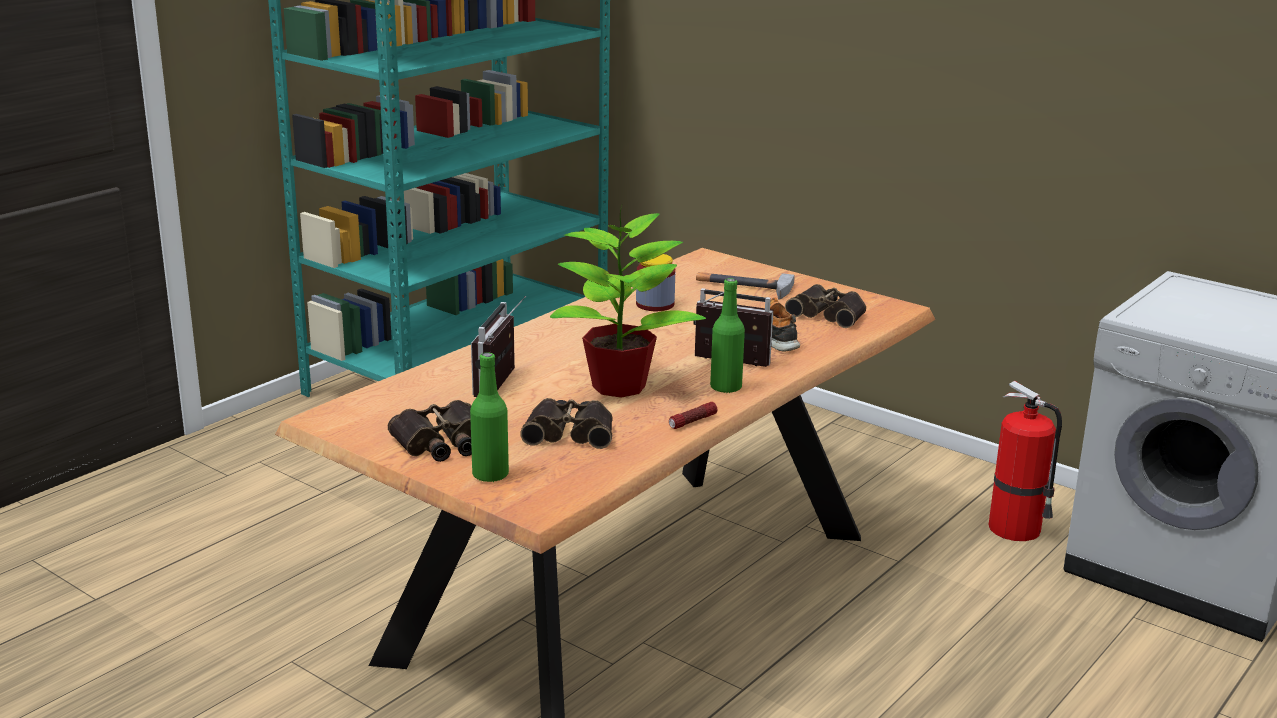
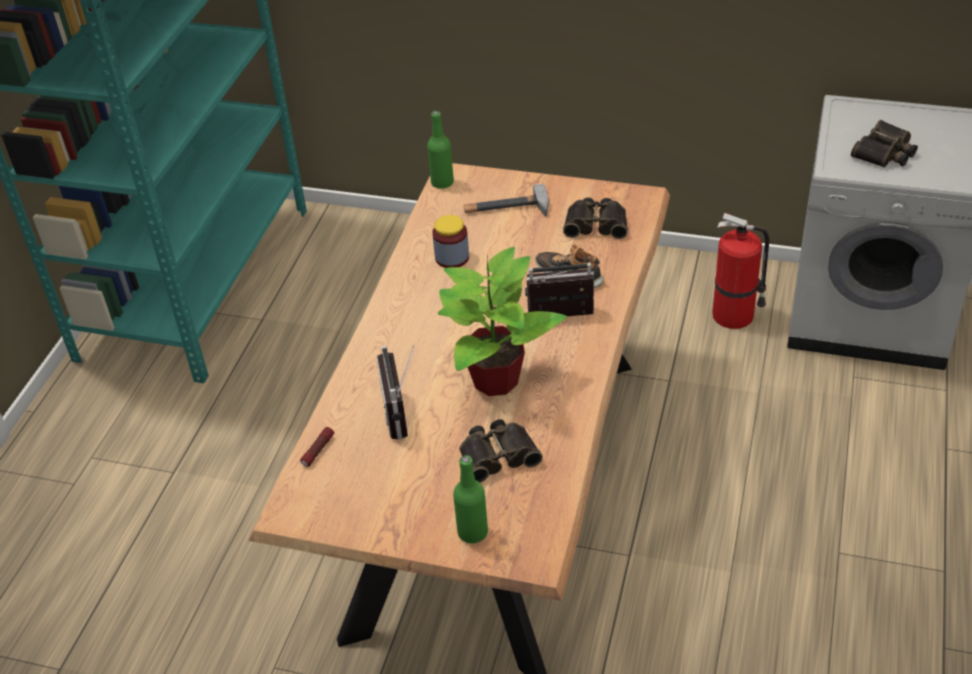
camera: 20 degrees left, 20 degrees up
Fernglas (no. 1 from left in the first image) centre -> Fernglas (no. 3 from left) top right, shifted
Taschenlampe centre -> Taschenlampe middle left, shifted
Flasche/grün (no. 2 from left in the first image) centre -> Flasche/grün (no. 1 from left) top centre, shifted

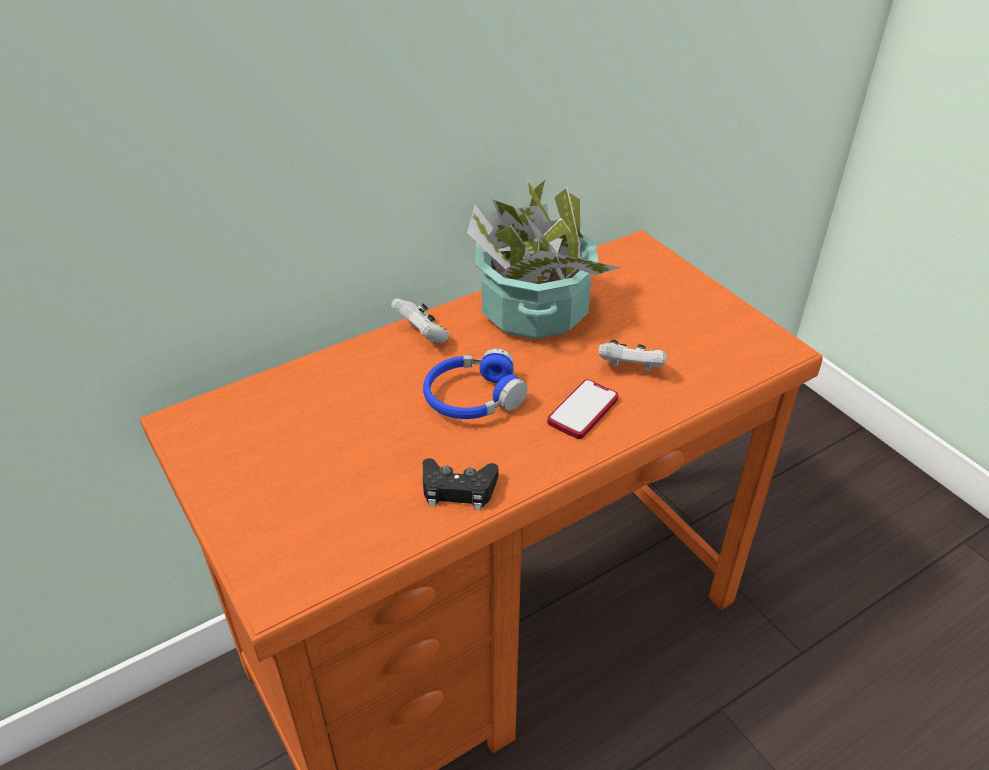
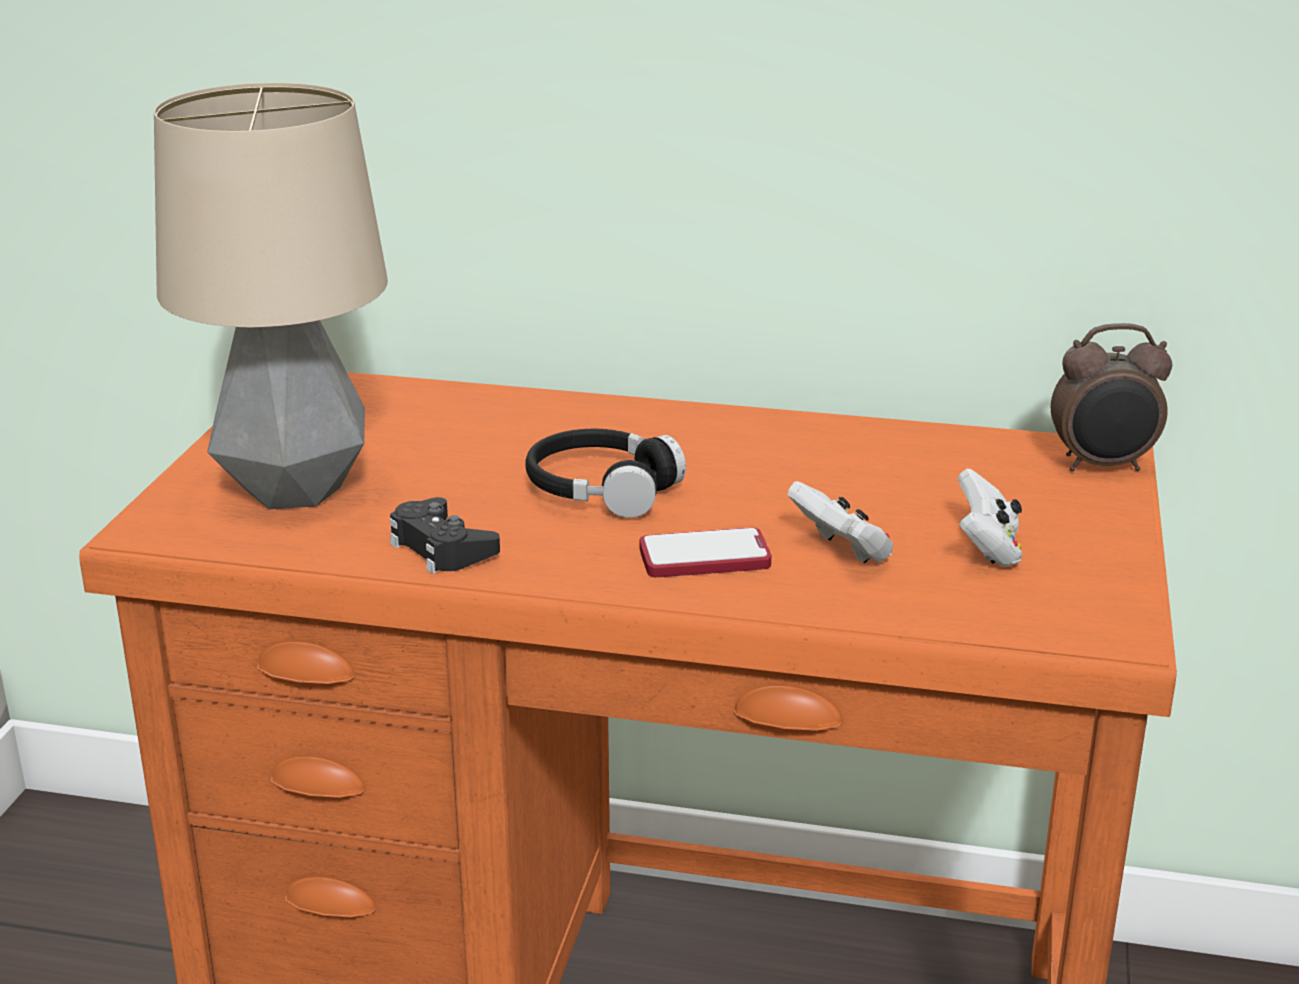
camera: 45 degrees right, 15 degrees down
Topfpflanze centre -> none
none -> Tischlampe top left
none -> Wecker middle right
Gamepad/weiß (no. 1 from left in the first image) centre -> Gamepad/weiß (no. 2 from left) middle right, shifted
Kopfhörer/blau centre -> Kopfhörer/schwarz centre

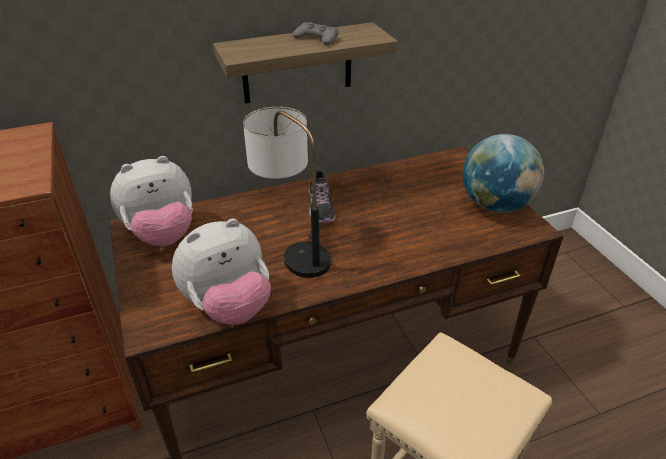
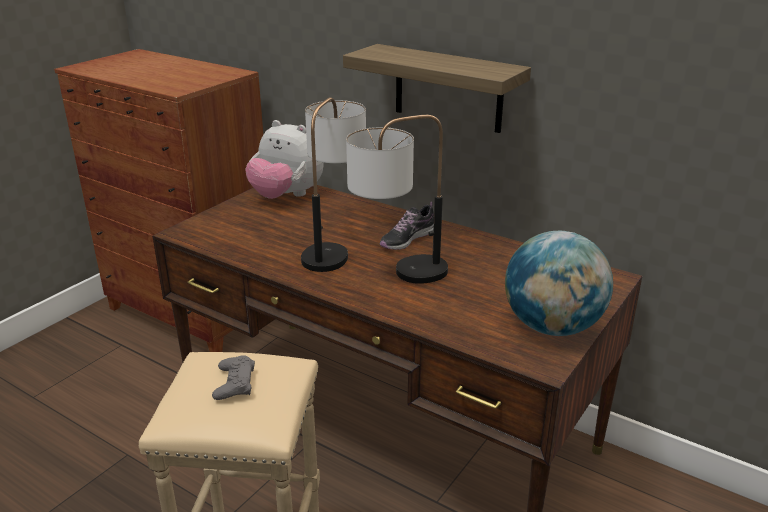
camera: 55 degrees right, 10 degrees down
Plüschtier (no. 2 from left) middle left -> none
none -> Tischlampe (no. 2 from left) centre
Gamepad/grau top centre -> Gamepad/grau bottom left, shifted

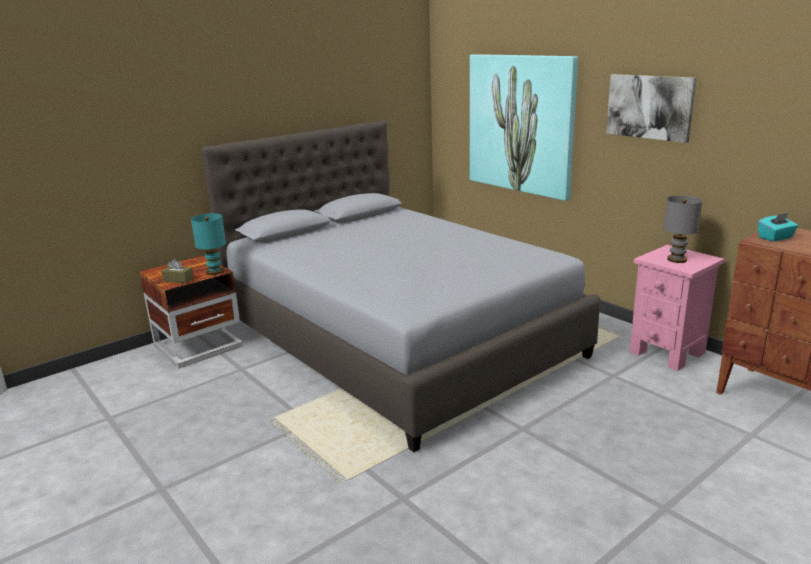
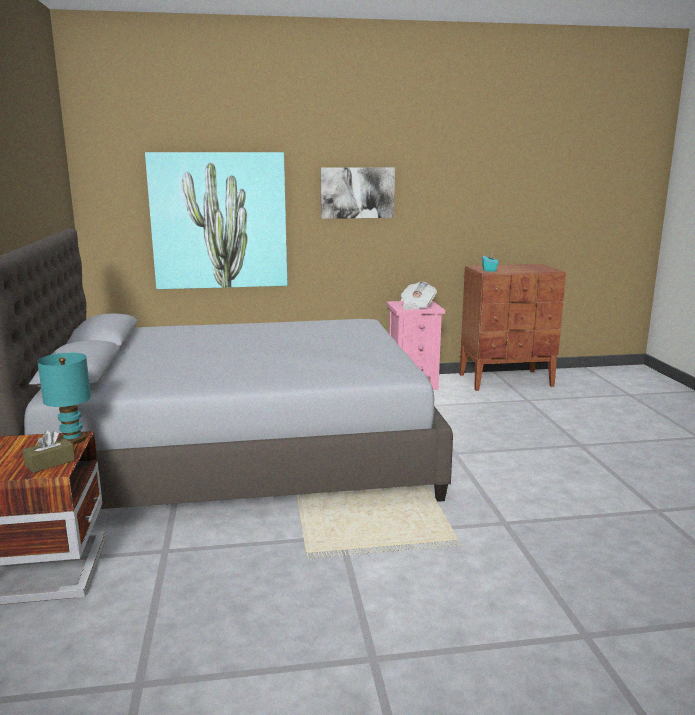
camera: 60 degrees left, 5 degrees down
Tischlampe/grau middle right -> Zeitung centre

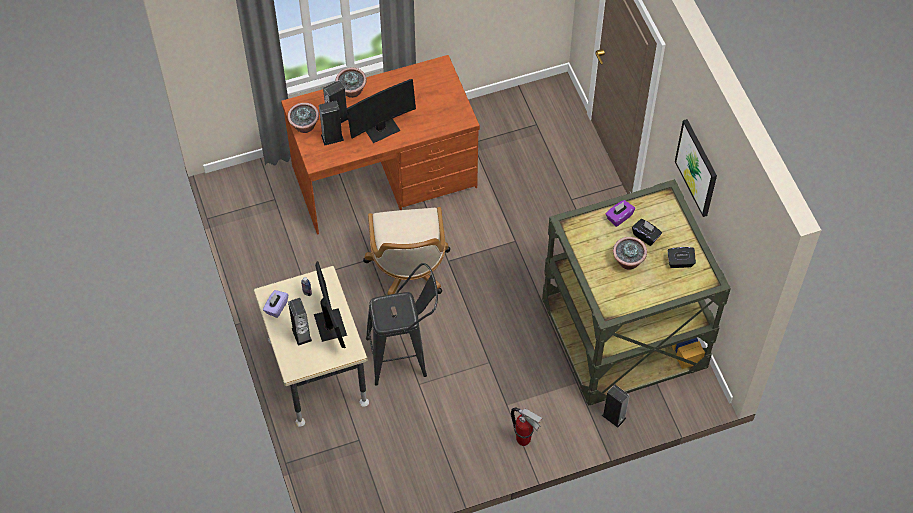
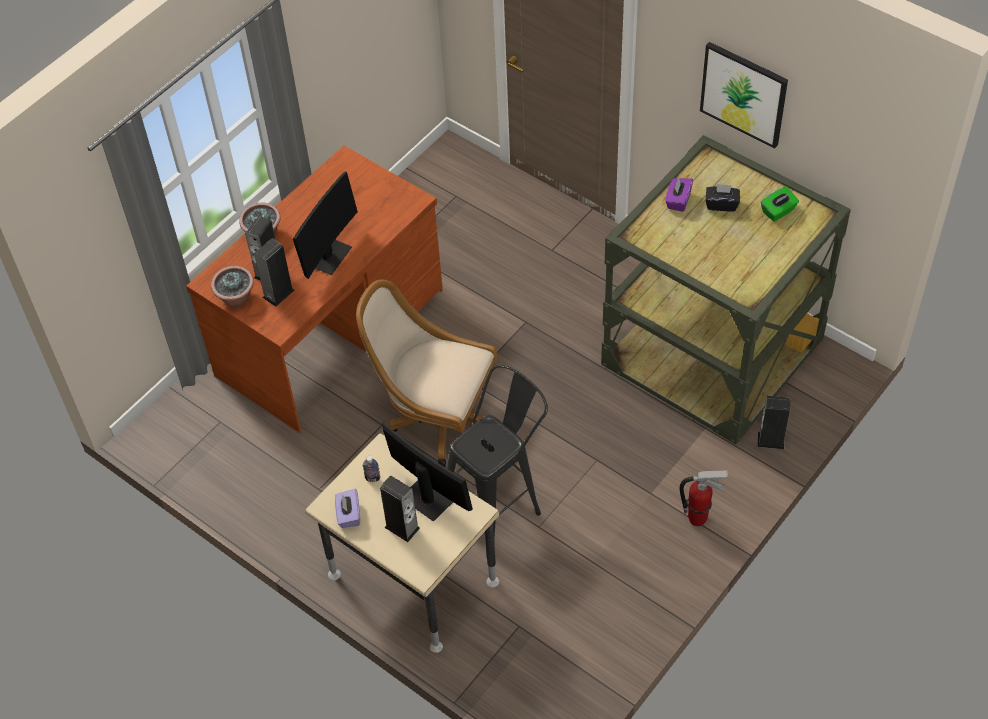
camera: 30 degrees left, 5 degrees down
Topfpflanze (no. 3 from left) middle right -> none
Taschentuchbox/schwarz (no. 2 from left) middle right -> Taschentuchbox/grün top right
Bürostuhl centre, 150 degrees clockwise

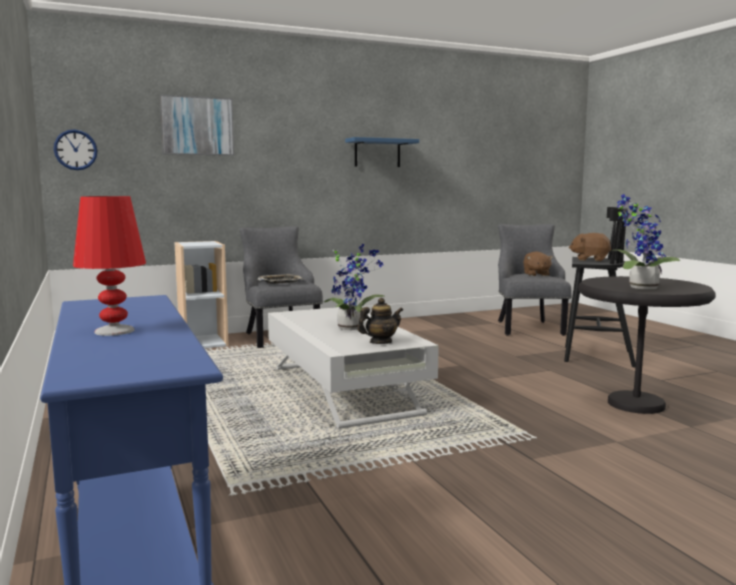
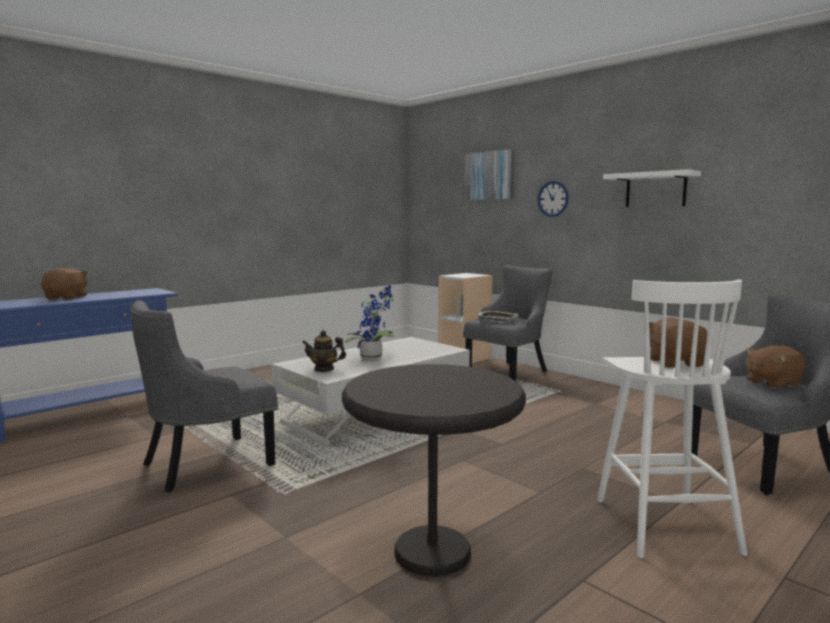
camera: 70 degrees right, 0 degrees up
Topfpflanze (no. 2 from left) middle right -> none
none -> Sessel/grau (no. 1 from left) middle left
Wanduhr top left -> Wanduhr top centre, shifted
Tischlampe/rot middle left -> Plüschtier/braun (no. 1 from left) middle left
Wandregal/blau top centre -> Wandregal/weiß top right
Hocker/schwarz middle right -> Hocker/weiß bottom right
Teekanne centre, 135 degrees clockwise

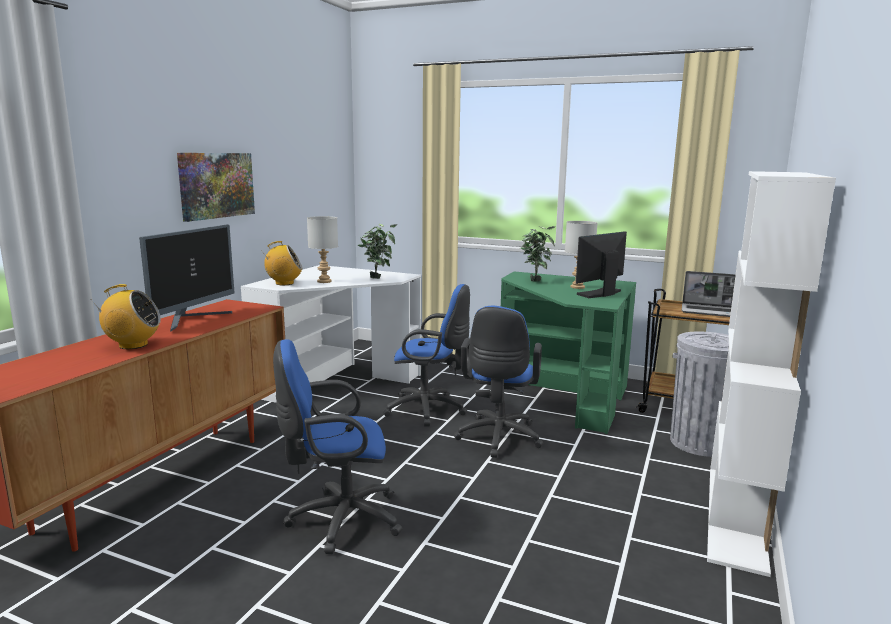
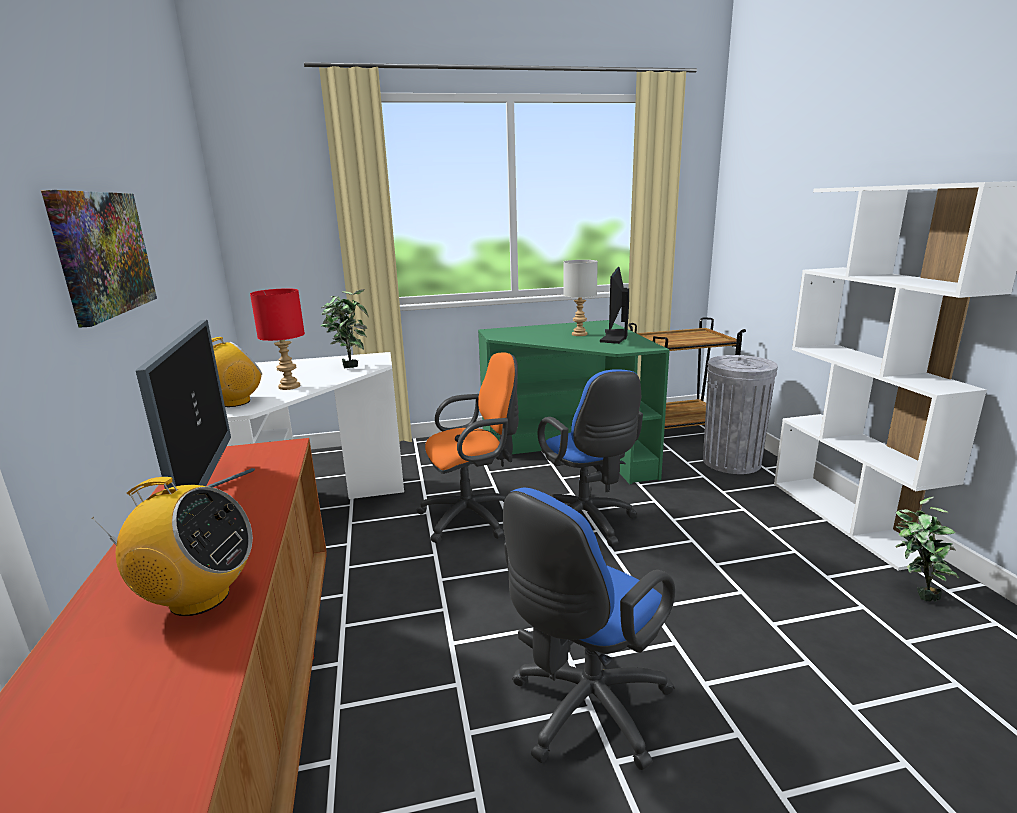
camera: 35 degrees left, 5 degrees up
Laptop middle right -> none
Topfpflanze (no. 2 from left) centre -> Topfpflanze (no. 2 from left) bottom right, shifted
Tischlampe/grau (no. 1 from left) centre -> Tischlampe/rot middle left
Bürostuhl/blau (no. 2 from left) centre -> Bürostuhl/orange centre
Radio (no. 1 from left) middle left -> Radio (no. 1 from left) bottom left, 45 degrees clockwise

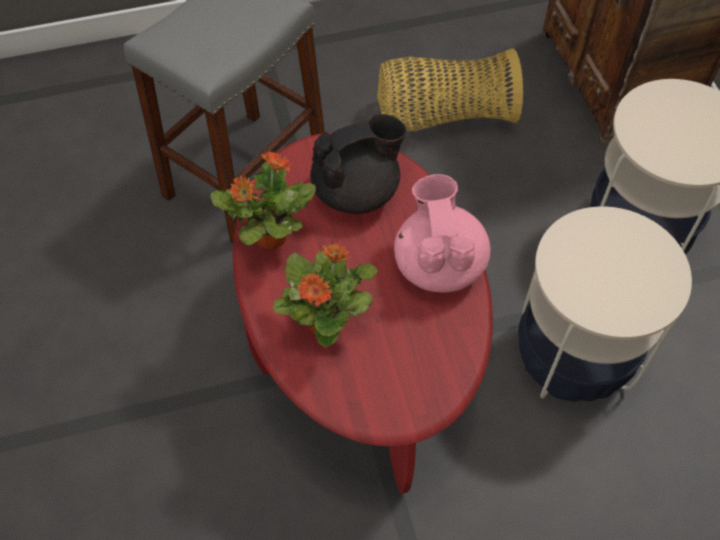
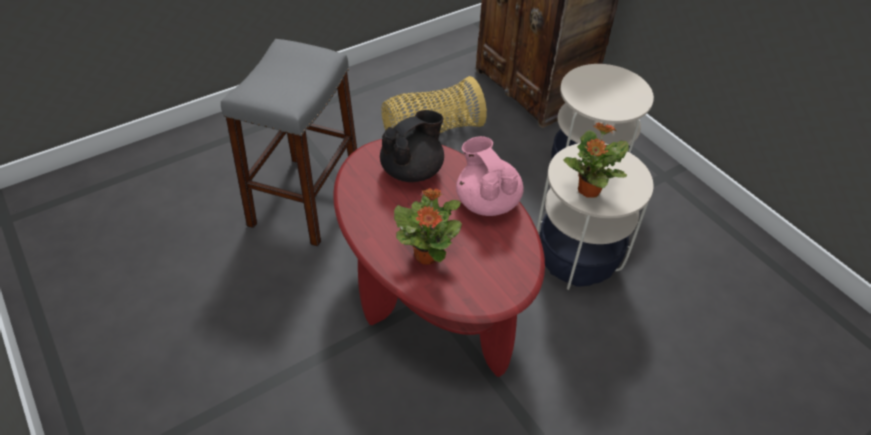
camera: 20 degrees left, 10 degrees down
Topfpflanze (no. 1 from left in the first image) centre -> Topfpflanze (no. 2 from left) middle right, shifted

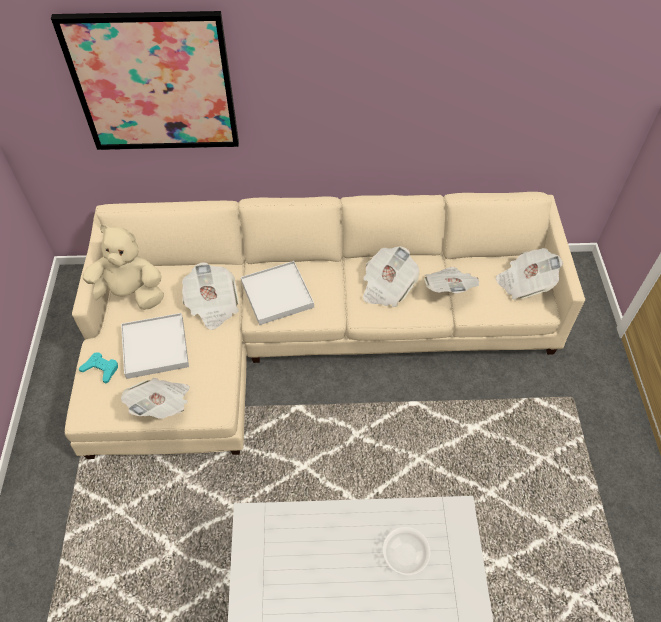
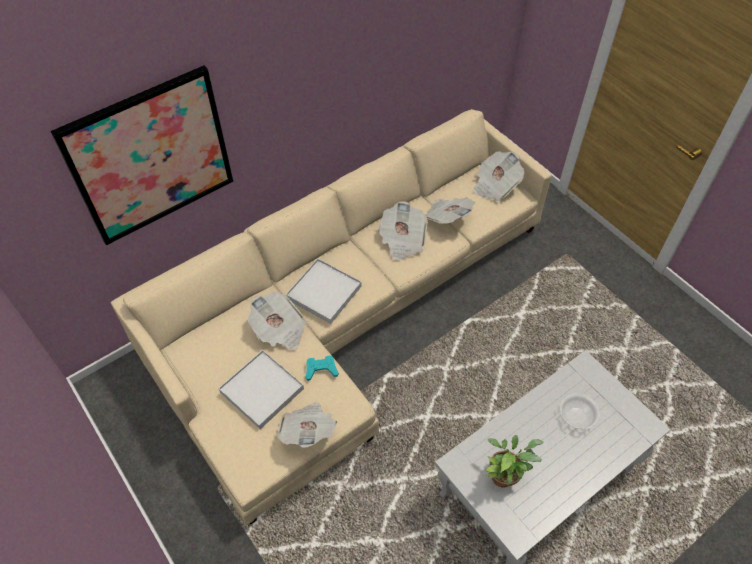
camera: 35 degrees left, 0 degrees up
Plüschtier/beige middle left -> none
none -> Topfpflanze bottom right
Gamepad/türkis middle left -> Gamepad/türkis centre, shifted

